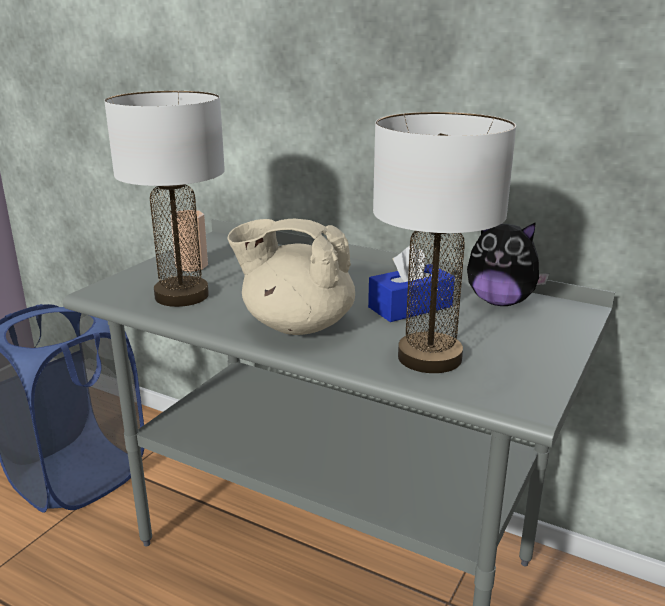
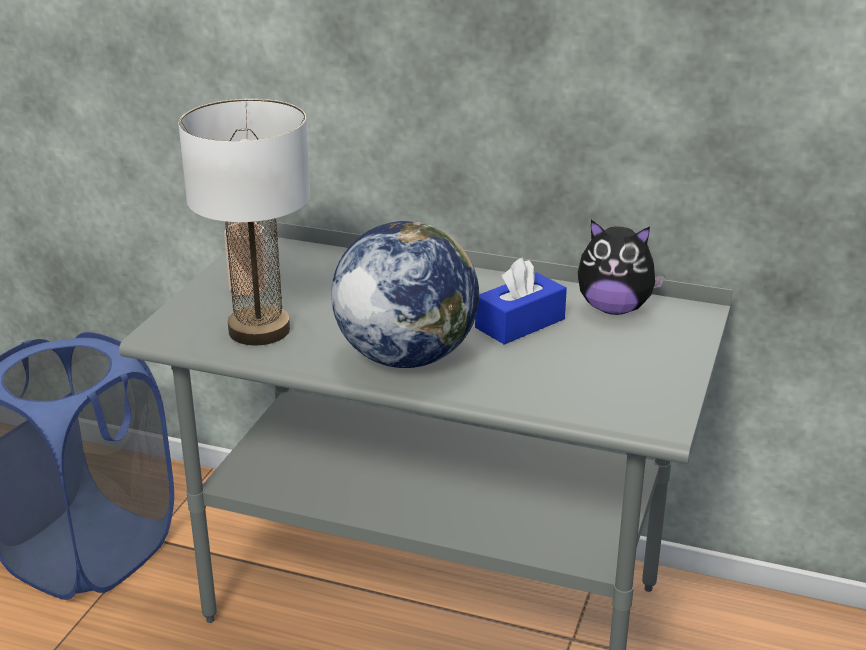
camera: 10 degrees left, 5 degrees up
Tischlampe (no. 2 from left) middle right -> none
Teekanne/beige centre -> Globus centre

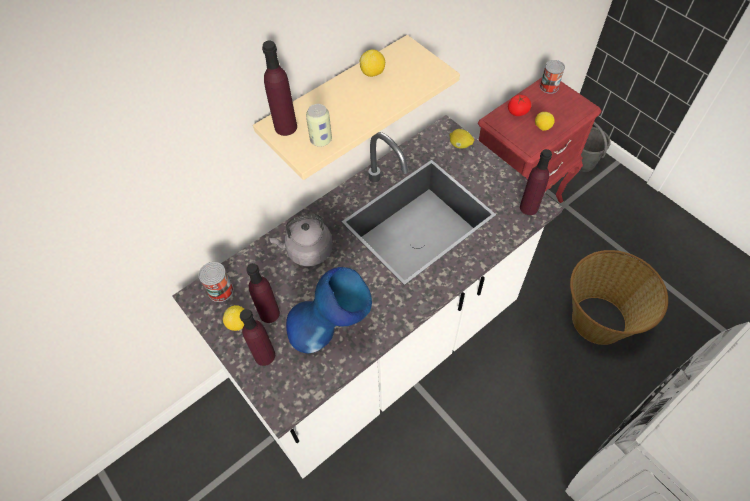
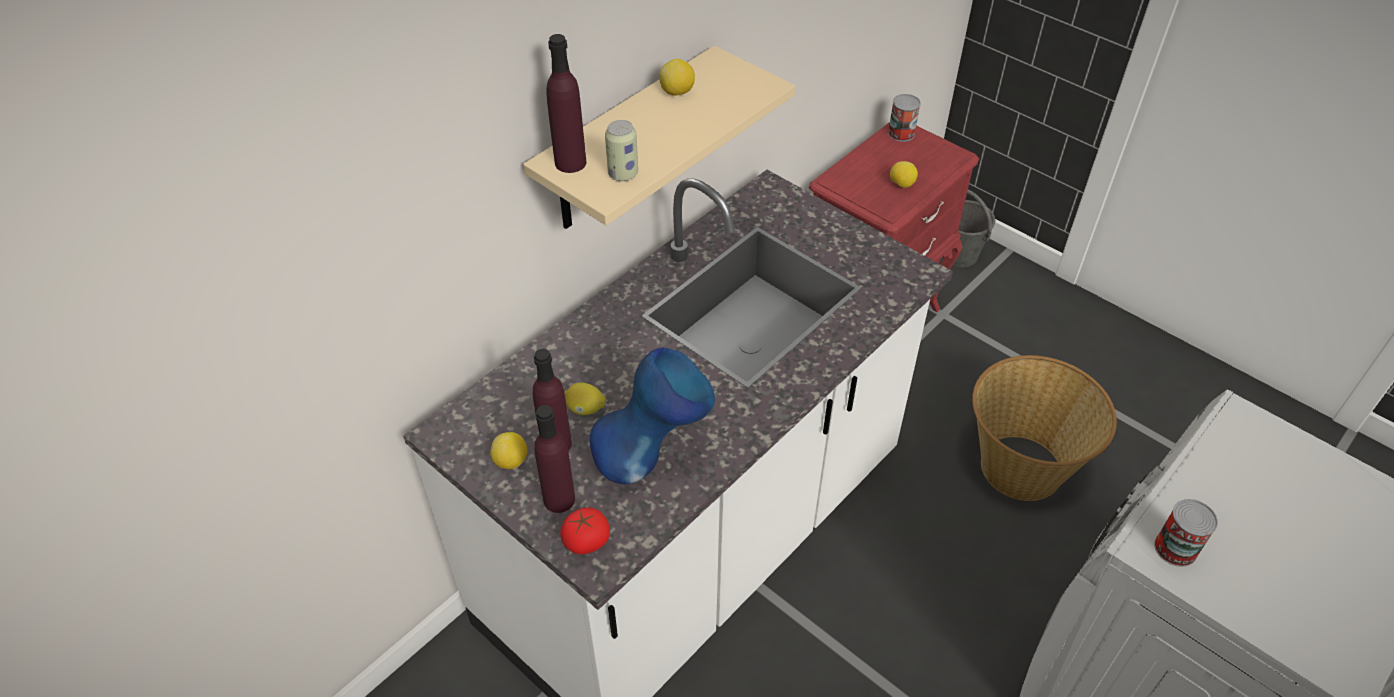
camera: 10 degrees left, 10 degrees down
Wasserkessel/grau centre -> none
Flasche/lila (no. 4 from left) middle right -> none
Dose (no. 1 from left in the first image) middle left -> Dose (no. 3 from left) bottom right, shifted
Zitrone (no. 3 from left in the first image) top centre -> Zitrone (no. 2 from left) centre, shifted
Tomate top right -> Tomate bottom centre, shifted

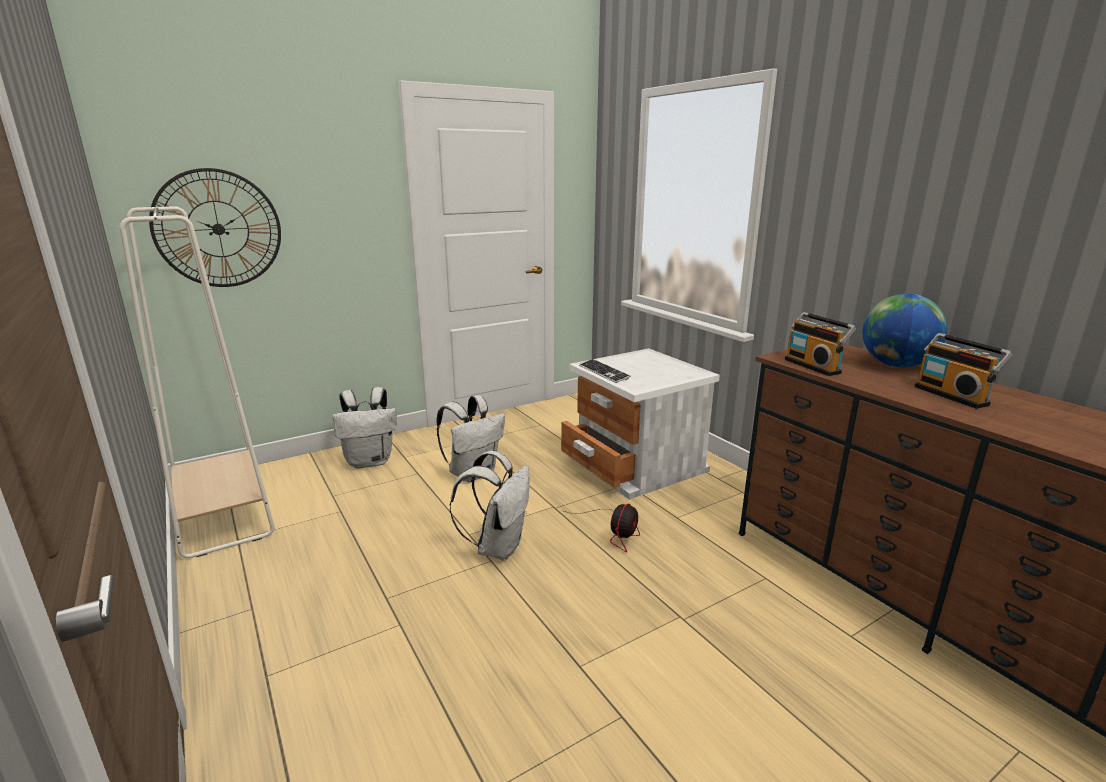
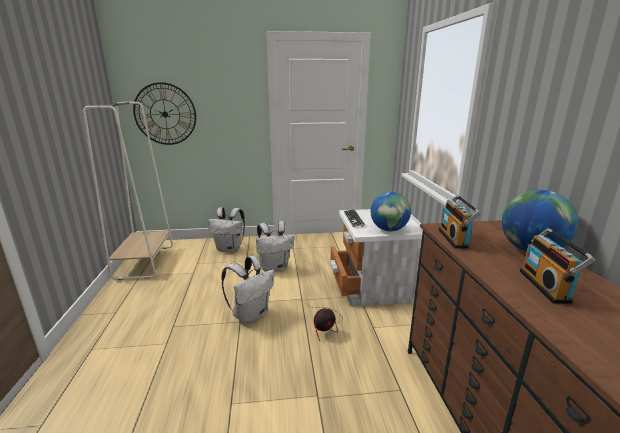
camera: 25 degrees right, 0 degrees up
none -> Globus (no. 1 from left) centre

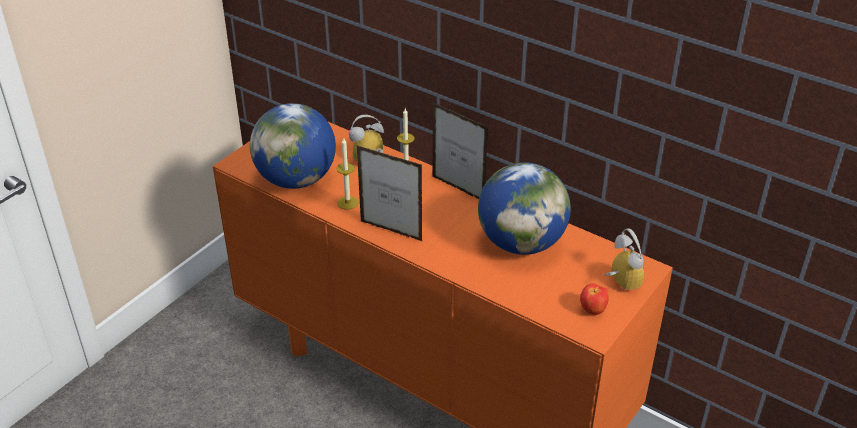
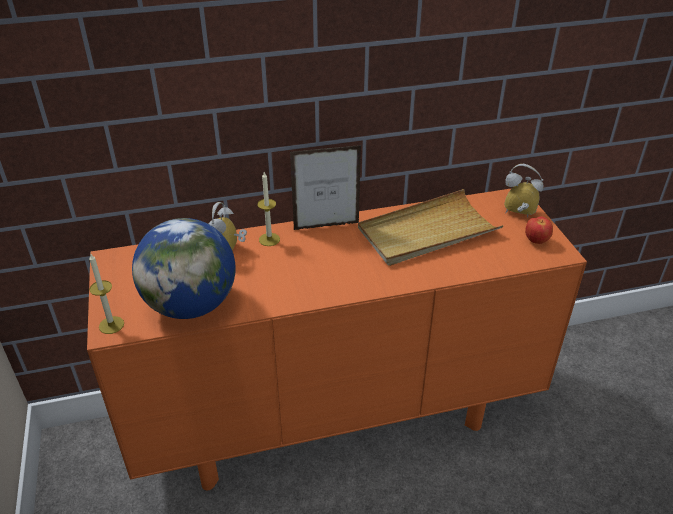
camera: 50 degrees left, 0 degrees up
Bilderrahmen (no. 1 from left) centre -> none
Kerze (no. 1 from left) centre -> Kerze (no. 1 from left) middle left, shifted
Globus (no. 2 from left) centre -> Tablett/beige centre

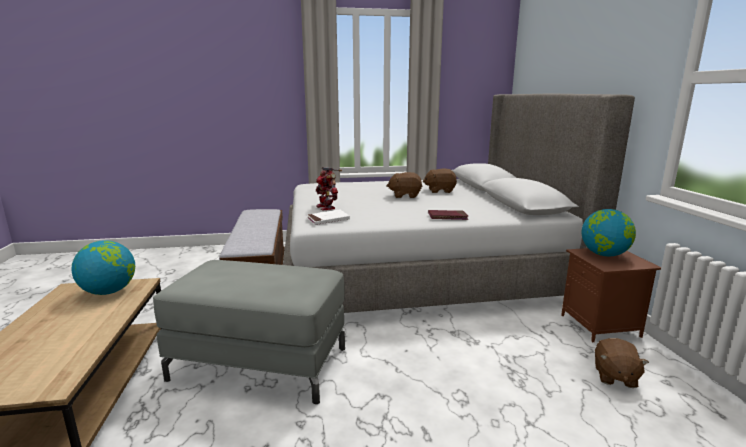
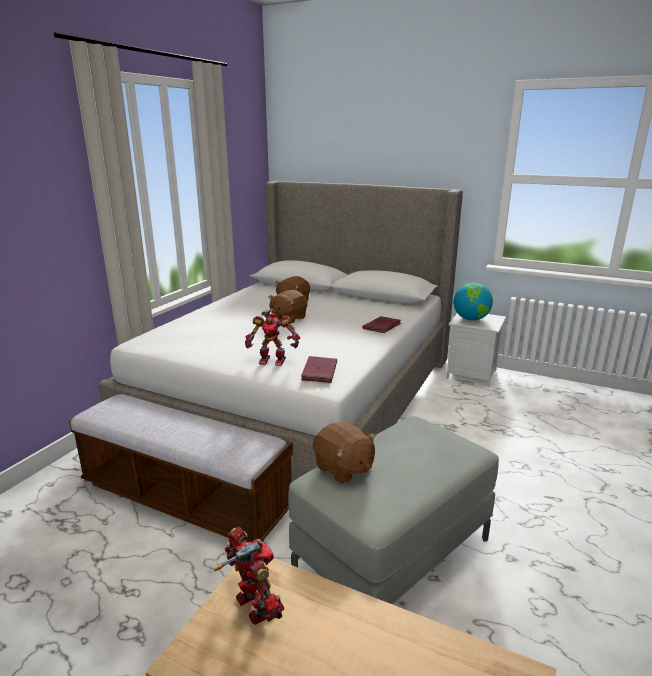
camera: 55 degrees left, 5 degrees up
Plüschtier/braun (no. 3 from left) bottom right -> Plüschtier/braun (no. 3 from left) bottom centre, shifted
Globus (no. 1 from left) middle left -> Spielzeugroboter (no. 1 from left) bottom centre
Buch/weiß centre -> Buch/rot (no. 1 from left) centre
Nachttisch/braun middle right -> Nachttisch/grau middle right

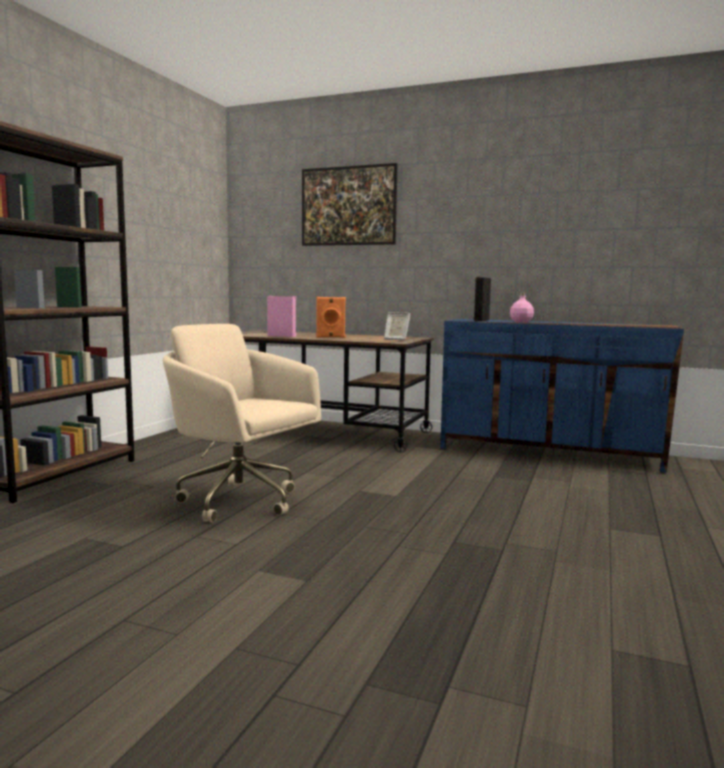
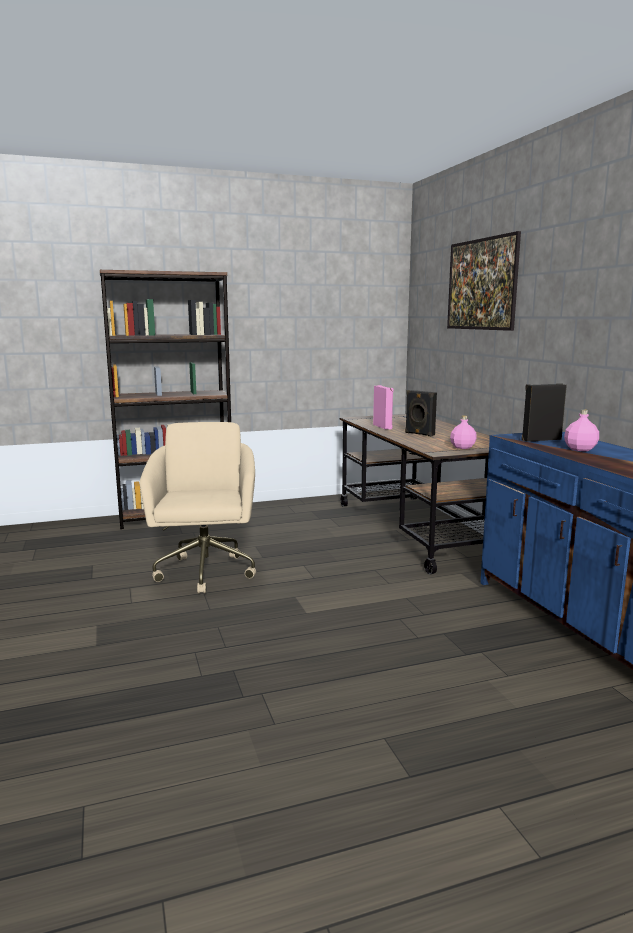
camera: 50 degrees right, 5 degrees up
Bilderrahmen centre -> Flasche/rosa (no. 1 from left) middle right
Lautsprecher/orange centre -> Lautsprecher/schwarz (no. 1 from left) centre

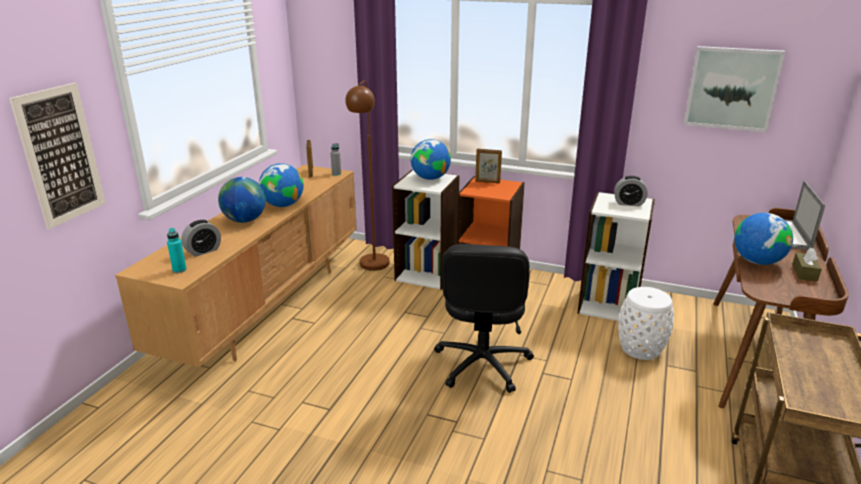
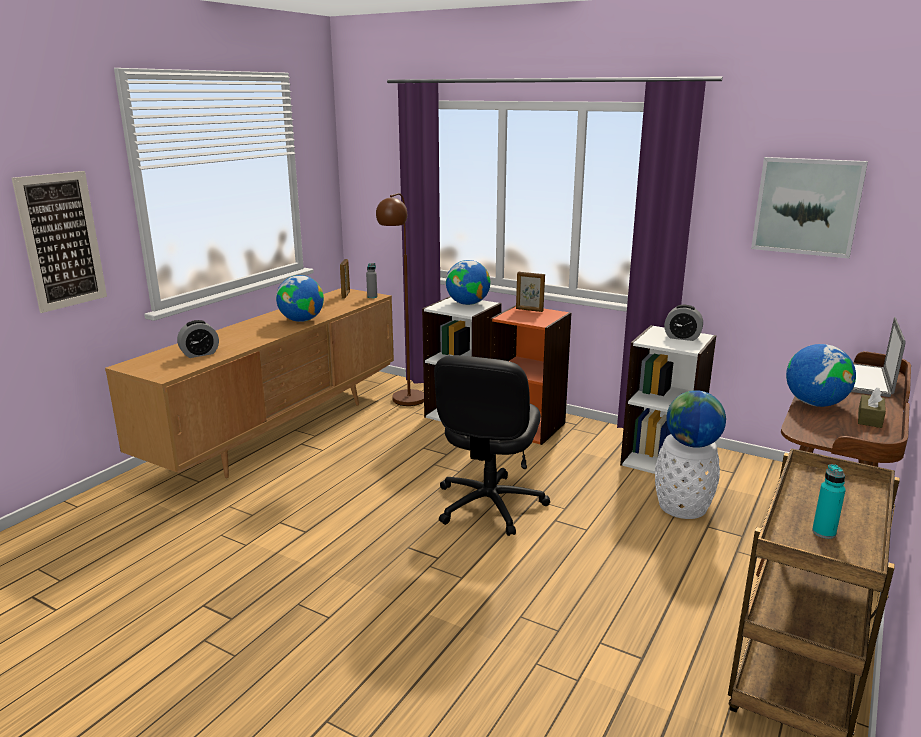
camera: 10 degrees right, 5 degrees down
Flasche/türkis middle left -> Flasche/türkis bottom right, shifted
Globus (no. 1 from left in the first image) middle left -> Globus (no. 3 from left) middle right, shifted

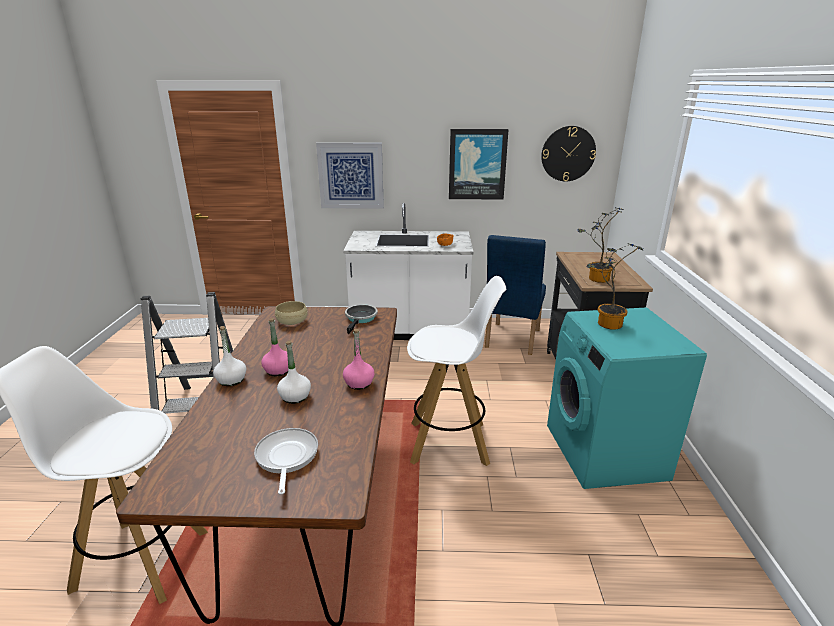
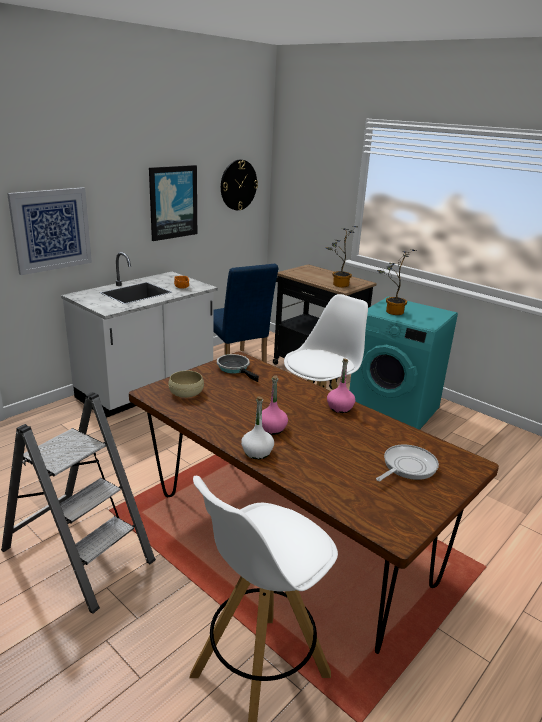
camera: 50 degrees left, 0 degrees up
Flasche/weiß (no. 2 from left) centre -> none
Pfanne (no. 1 from left in the first image) bottom centre -> Pfanne (no. 2 from left) middle right, 105 degrees clockwise

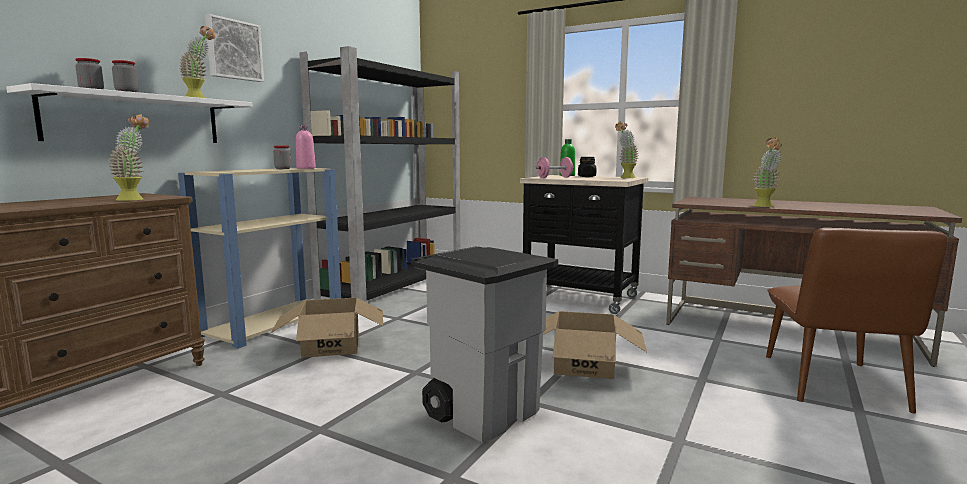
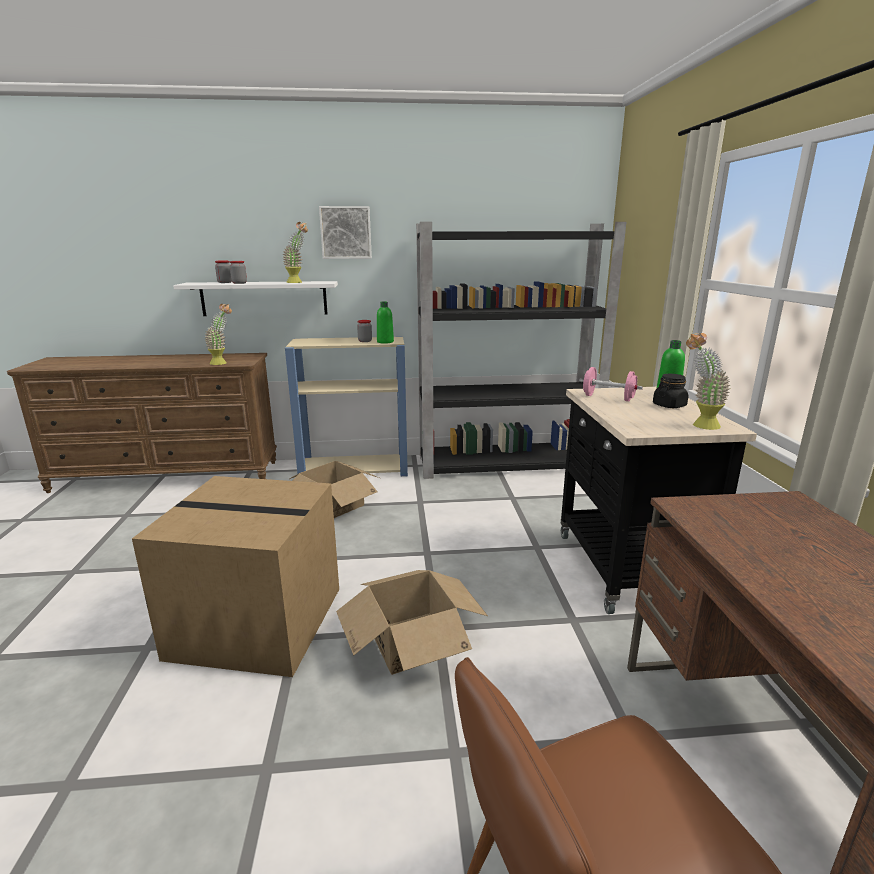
camera: 55 degrees right, 10 degrees up
Topfpflanze (no. 4 from left) middle right -> none
Mülleimer/grau bottom centre -> Karton (no. 1 from left) middle left
Flasche/rosa top left -> Flasche/grün (no. 1 from left) centre

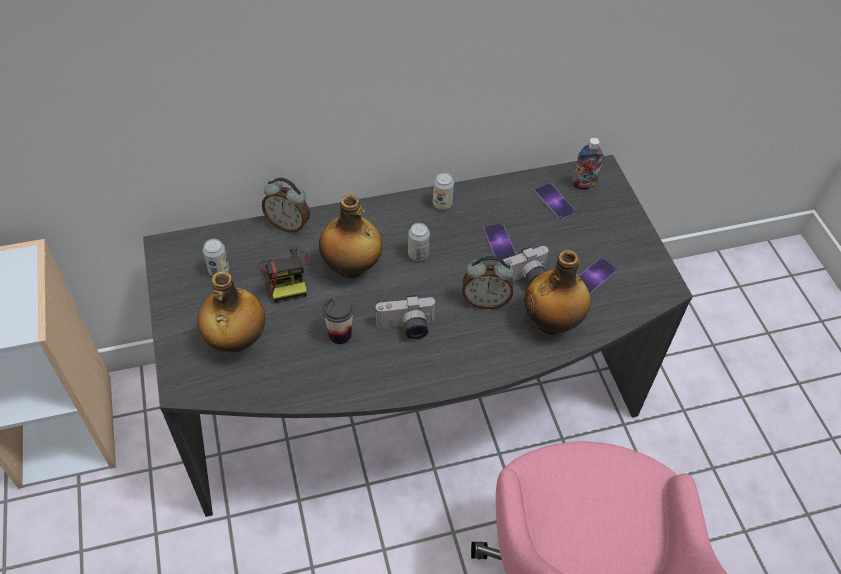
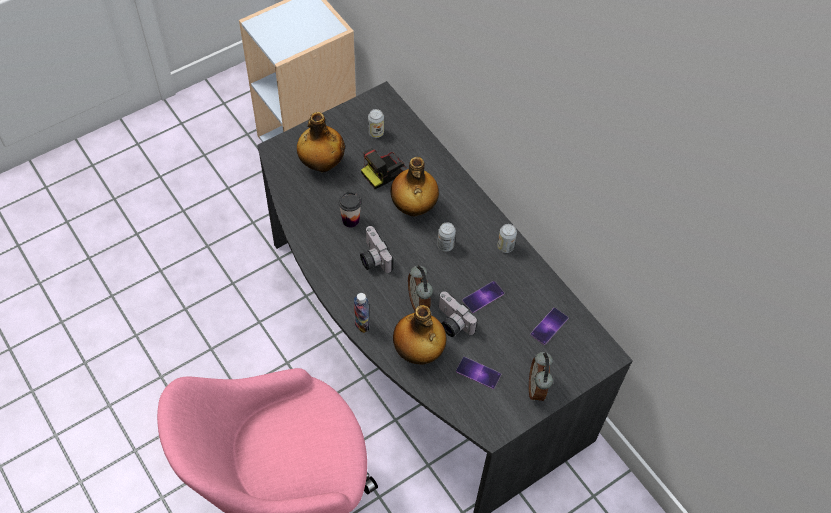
camera: 70 degrees right, 5 degrees up
Wecker (no. 1 from left in the first image) centre -> Wecker (no. 2 from left) bottom centre, shifted
Flasche (no. 4 from left in the first image) top right -> Flasche (no. 2 from left) centre, shifted

